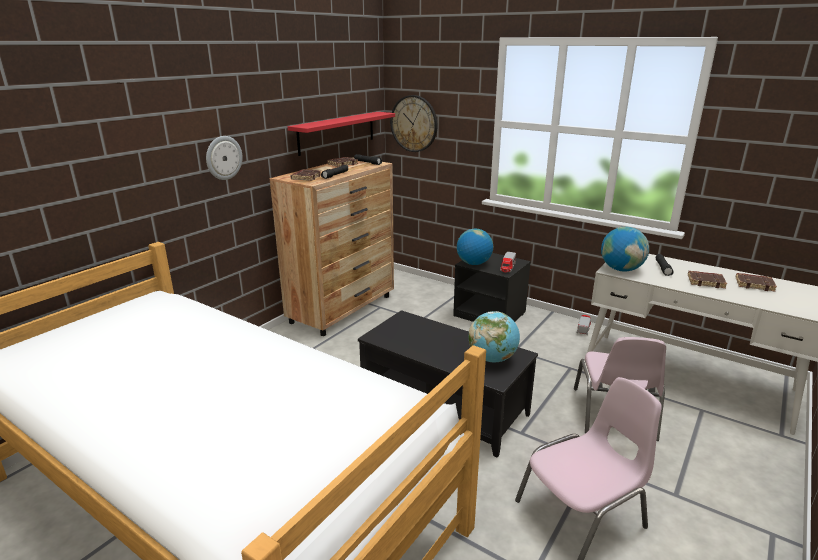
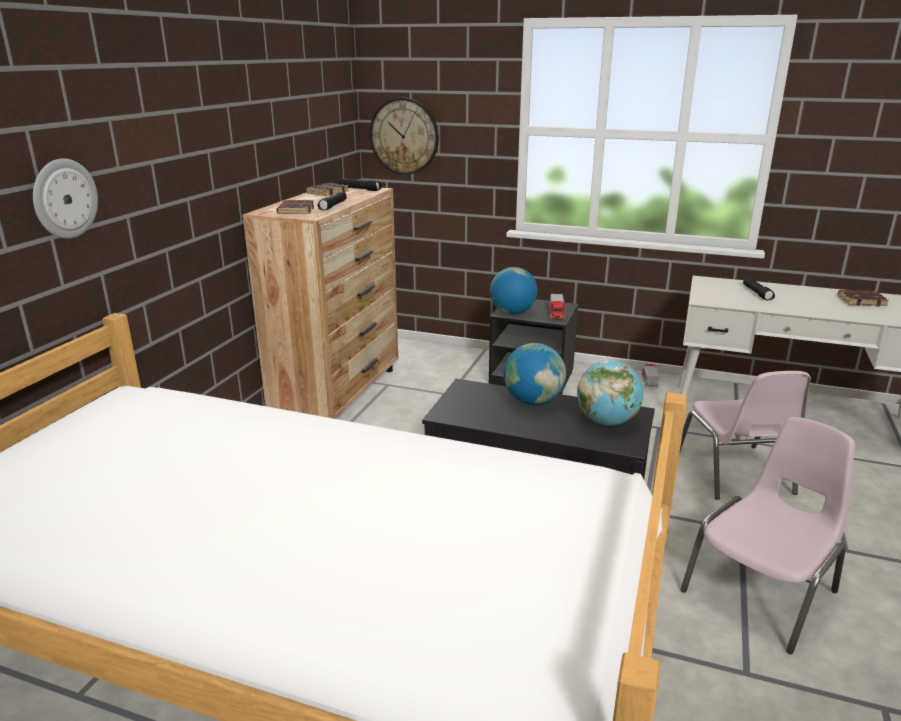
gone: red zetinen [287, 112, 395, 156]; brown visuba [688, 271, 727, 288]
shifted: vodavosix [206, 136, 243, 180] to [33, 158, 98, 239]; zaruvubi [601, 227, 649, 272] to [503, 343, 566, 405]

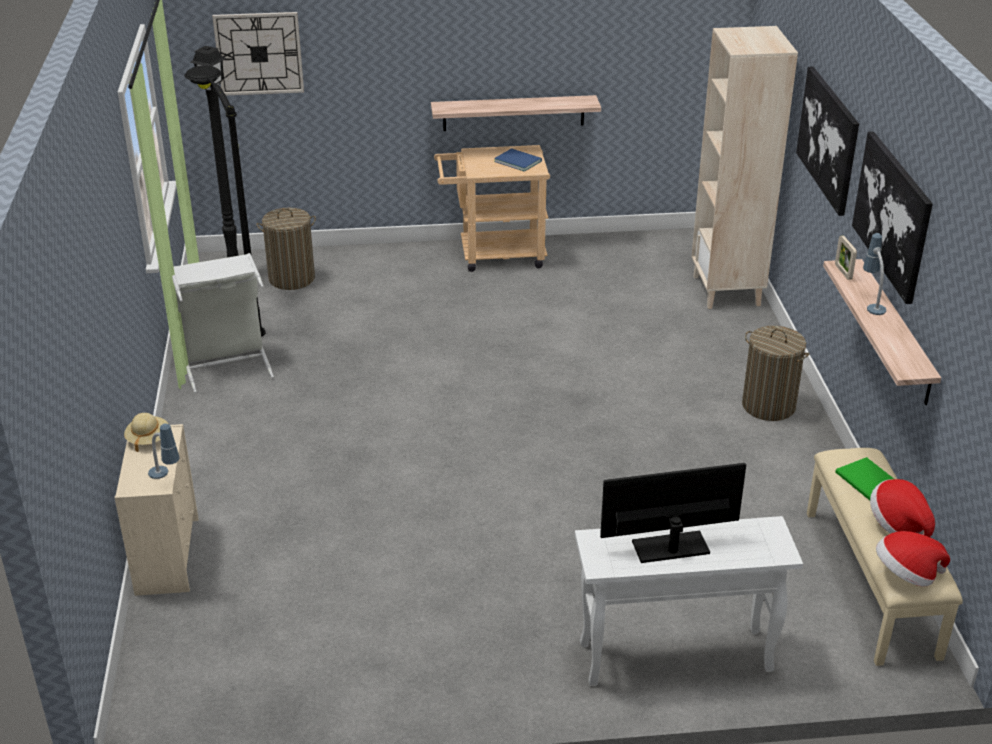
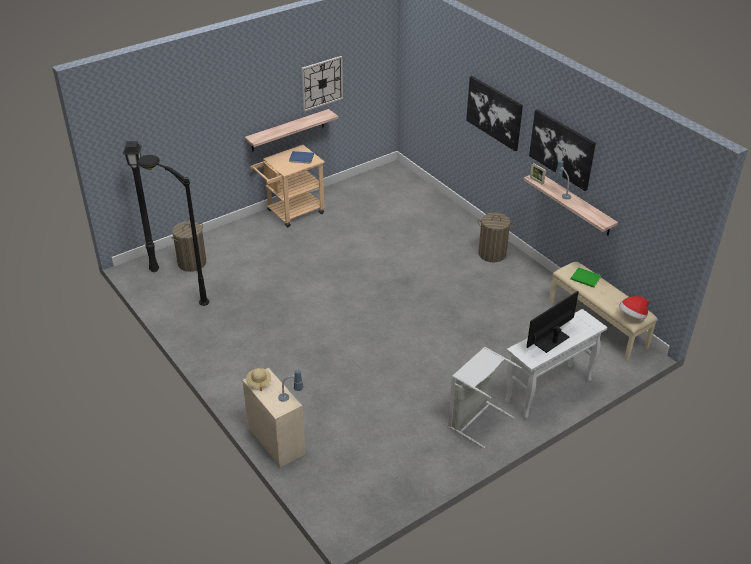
gone: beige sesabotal [691, 26, 798, 309]; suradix [870, 479, 935, 537]
shifted: vodavosix [212, 12, 304, 95] to [301, 56, 343, 112]; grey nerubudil [172, 253, 274, 393] to [448, 347, 522, 448]

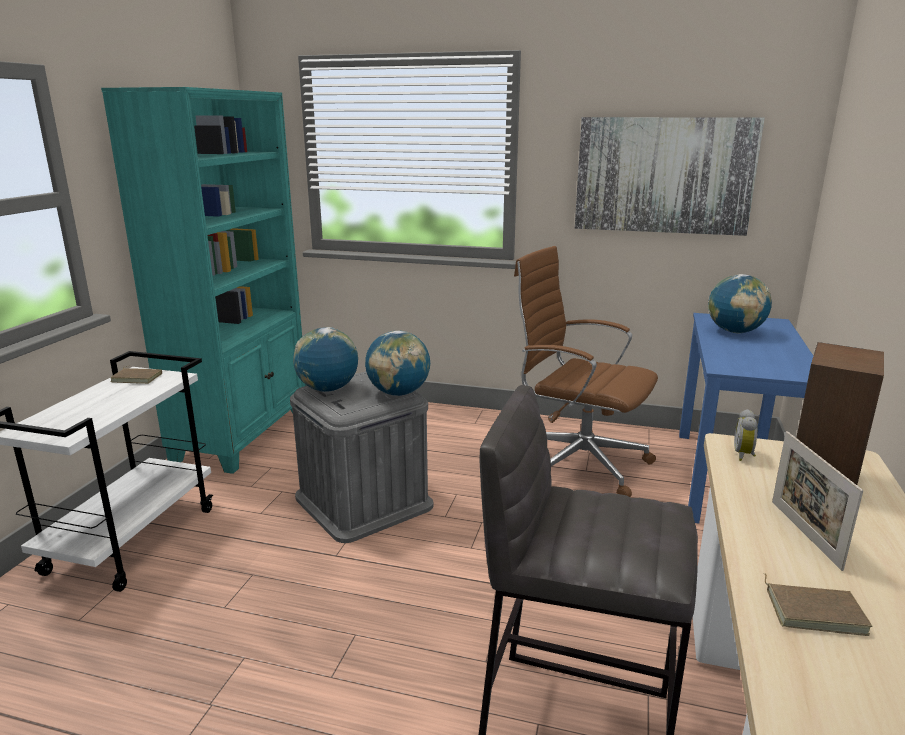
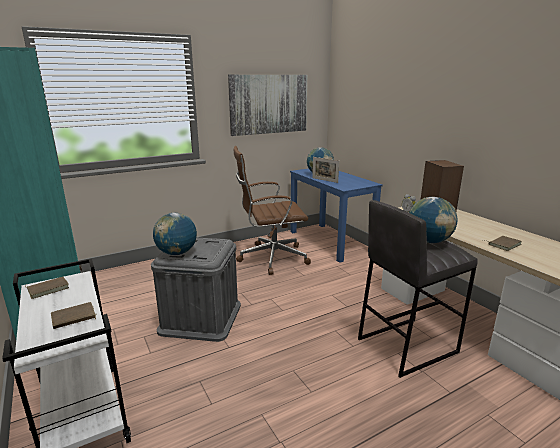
new: brown visuba [51, 302, 97, 329]
shifted: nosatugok [772, 431, 863, 571] to [312, 157, 339, 183]; zaruvubi [365, 331, 430, 396] to [409, 197, 458, 243]

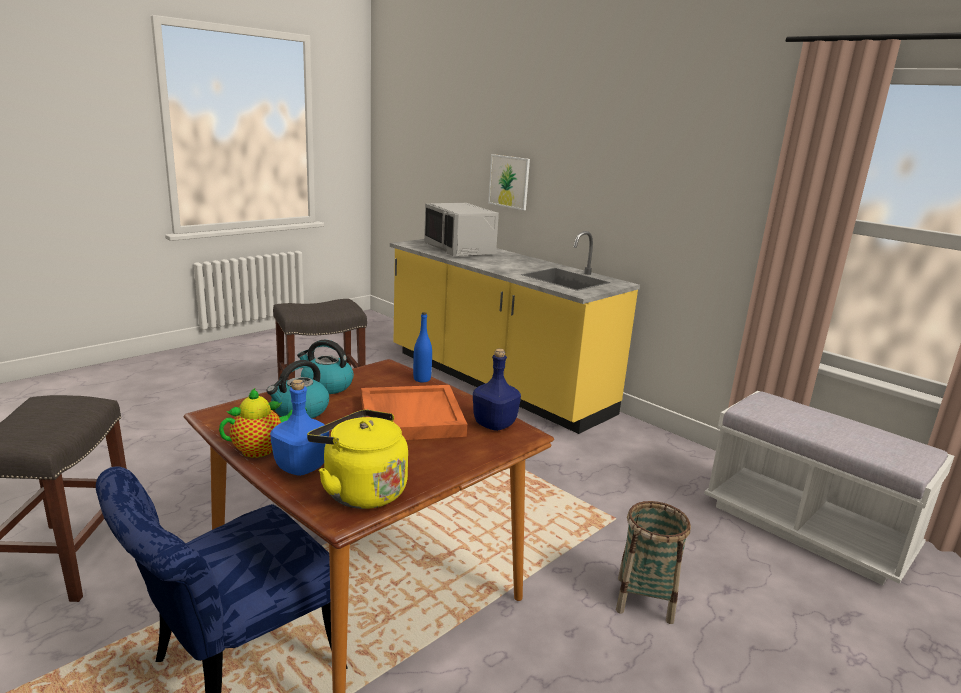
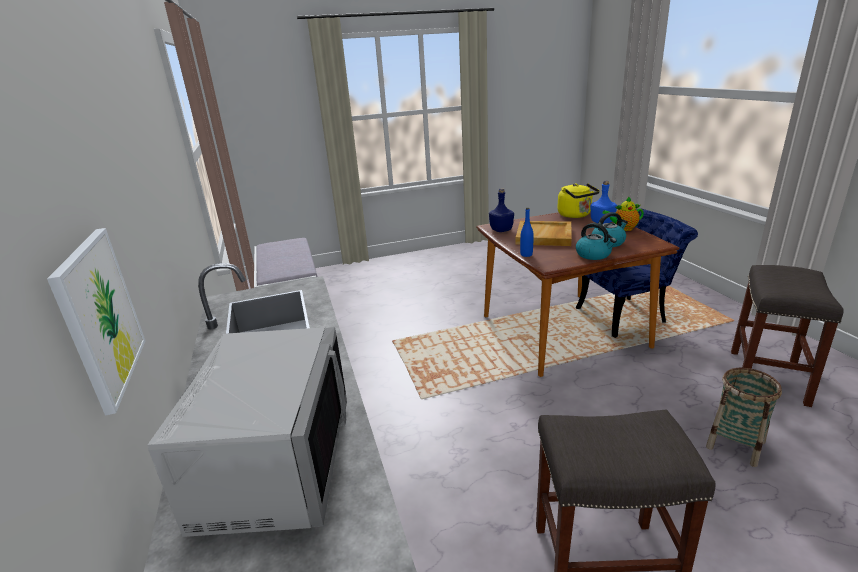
shifted: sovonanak [616, 501, 691, 624] to [706, 368, 782, 467]
repainted: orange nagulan [361, 385, 467, 440] to beige nagulan [515, 221, 572, 246]

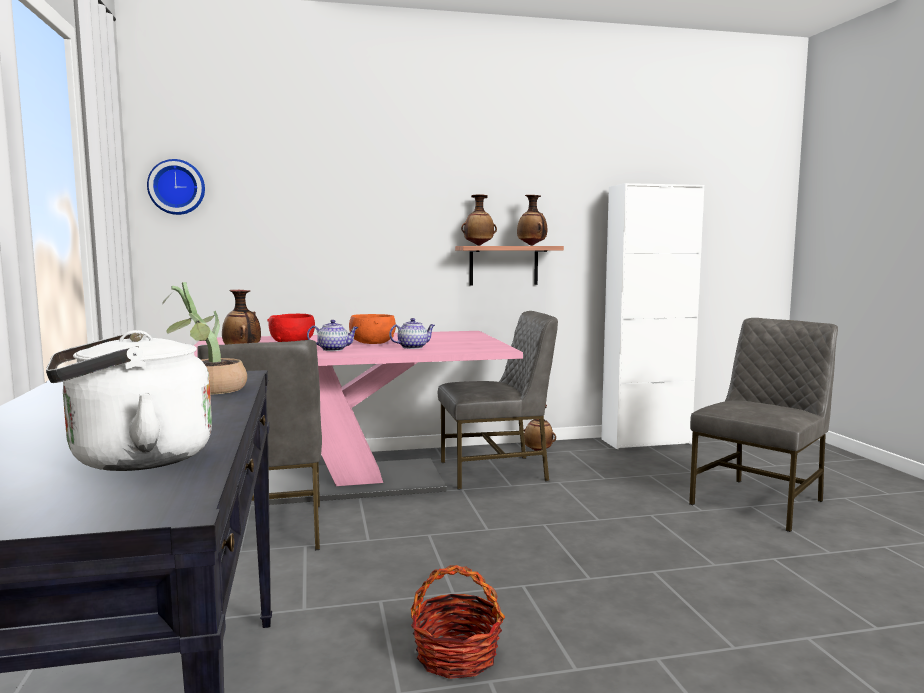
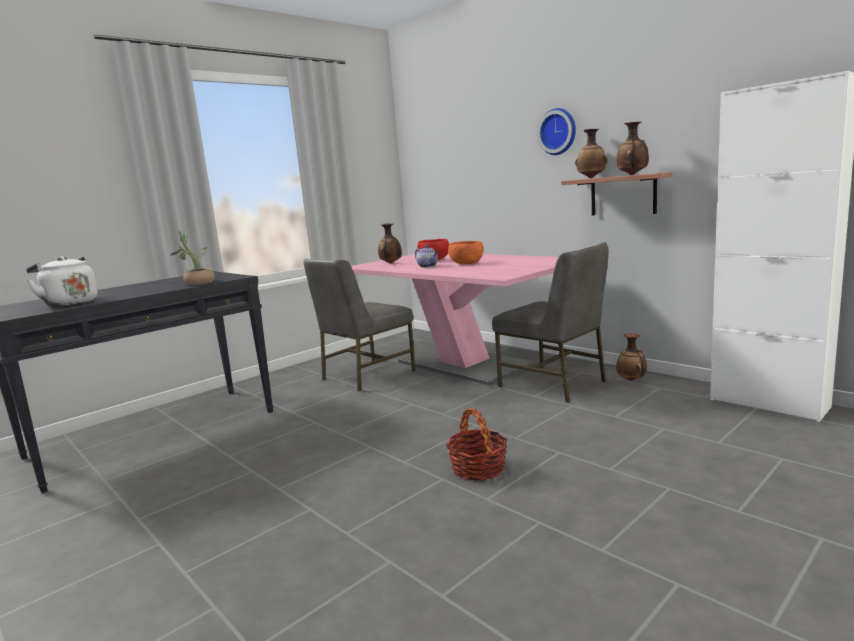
gone: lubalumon [389, 318, 435, 349]; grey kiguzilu [689, 318, 838, 532]
shifted: sovonanak [411, 565, 505, 679] to [446, 408, 507, 481]; vodavosix [147, 159, 205, 215] to [537, 108, 576, 155]

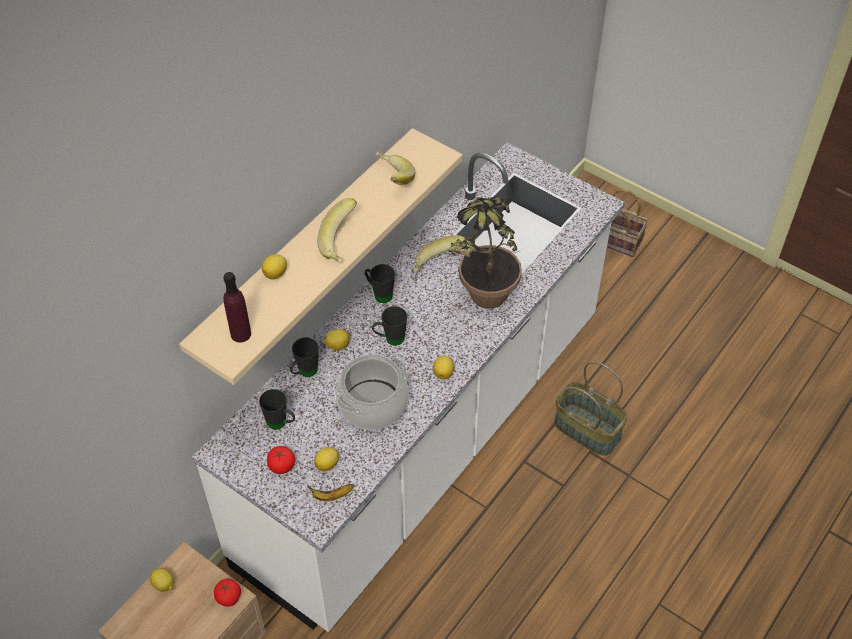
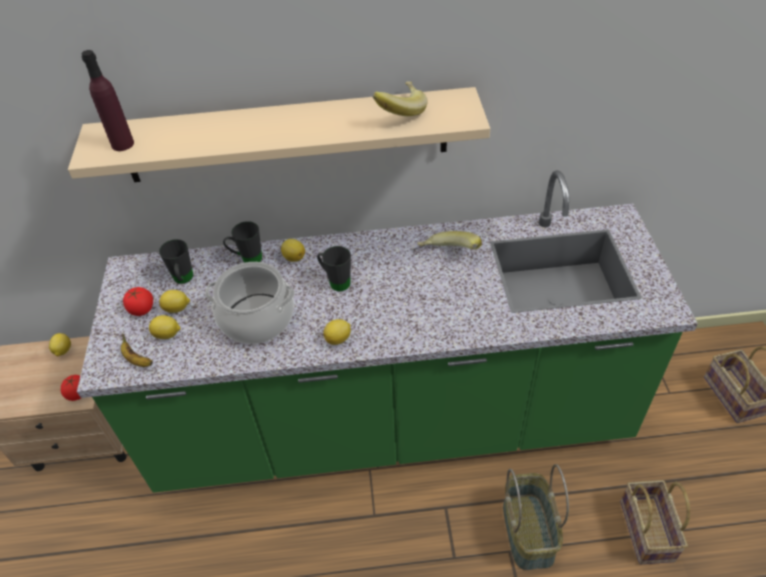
gone: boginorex [317, 198, 357, 263]; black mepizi [365, 264, 395, 303]; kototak [449, 196, 522, 309]
new: sovonanak [620, 480, 690, 564]
shifted: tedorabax [262, 254, 287, 279] to [159, 290, 190, 313]
repainted: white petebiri [192, 142, 625, 632] to green petebiri [77, 170, 698, 493]

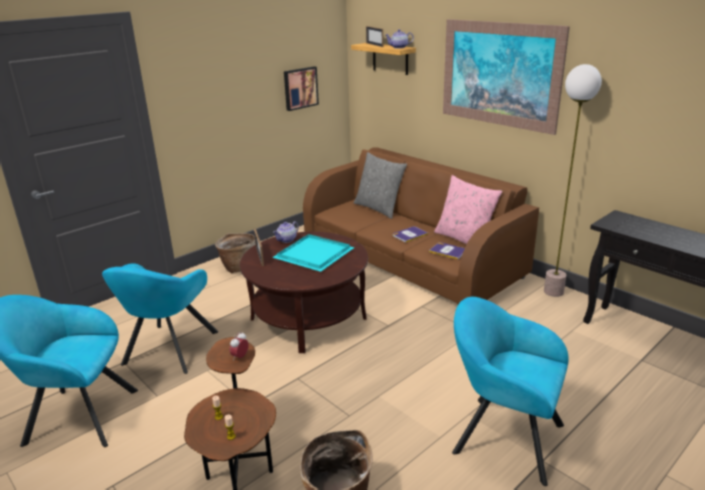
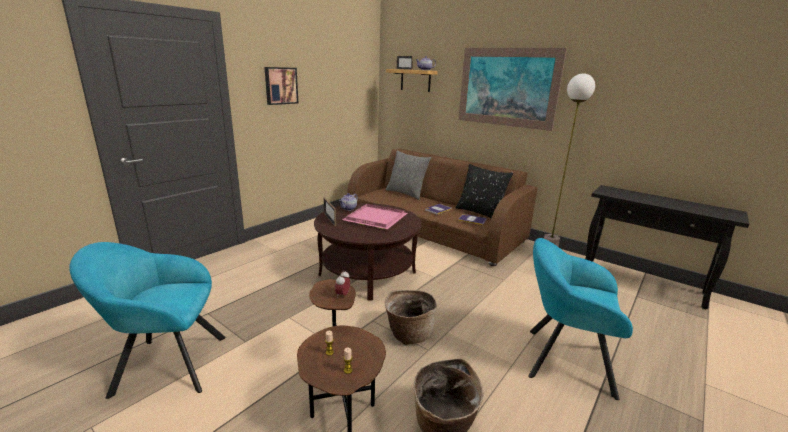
gone: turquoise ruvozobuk [102, 263, 218, 374]
shifted: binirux [284, 66, 319, 111] to [264, 67, 298, 105]; sovonanak [215, 233, 255, 274] to [385, 290, 437, 345]
repainted: turquoise nagulan [272, 234, 355, 272] to pink nagulan [342, 204, 407, 229]; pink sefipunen [434, 175, 502, 244] to black sefipunen [456, 164, 513, 218]

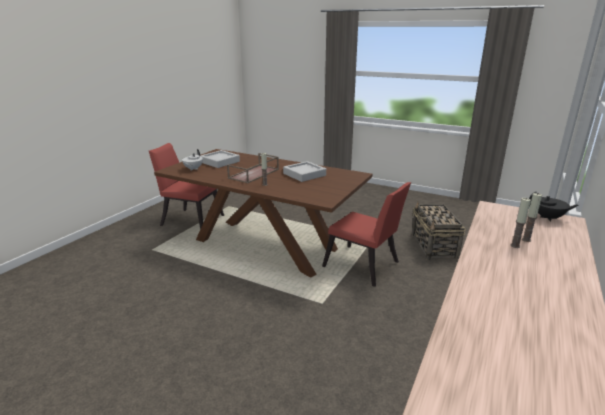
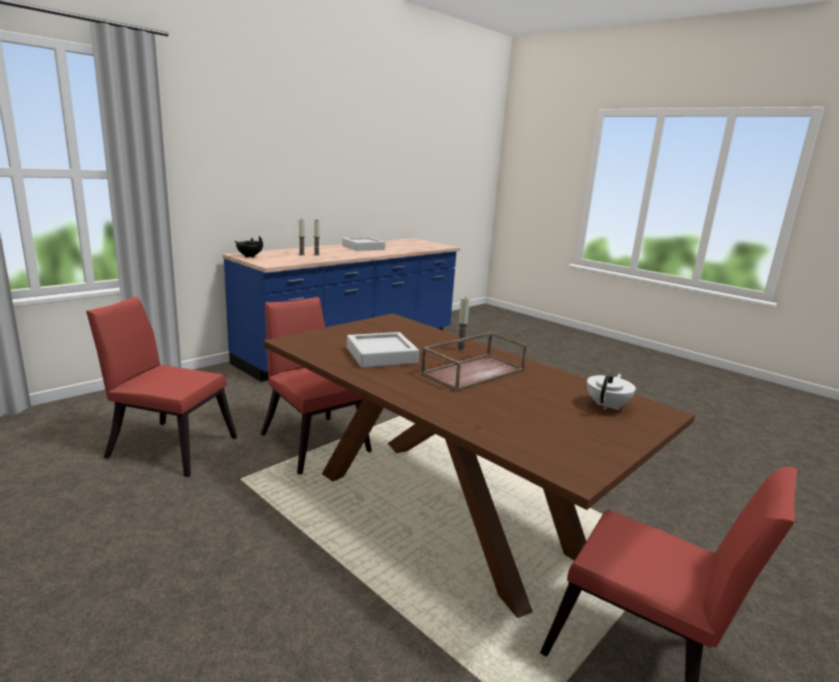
shifted: grey nagulan [200, 150, 240, 168] to [342, 237, 385, 251]
swapped: sovonanak [412, 202, 466, 260] to red kiguzilu [86, 297, 237, 477]

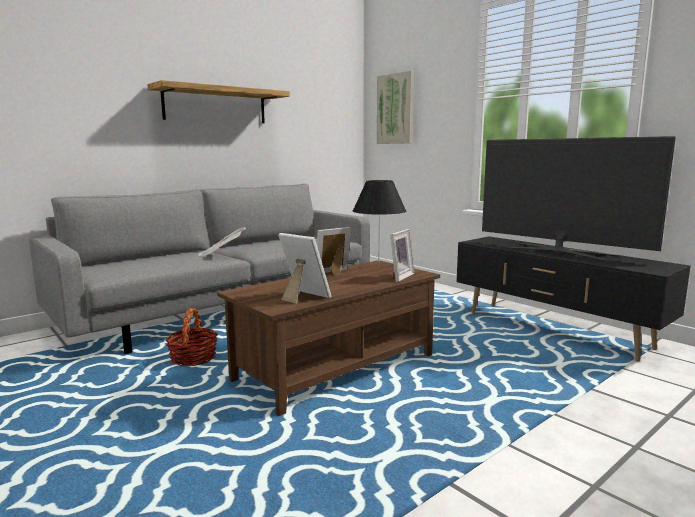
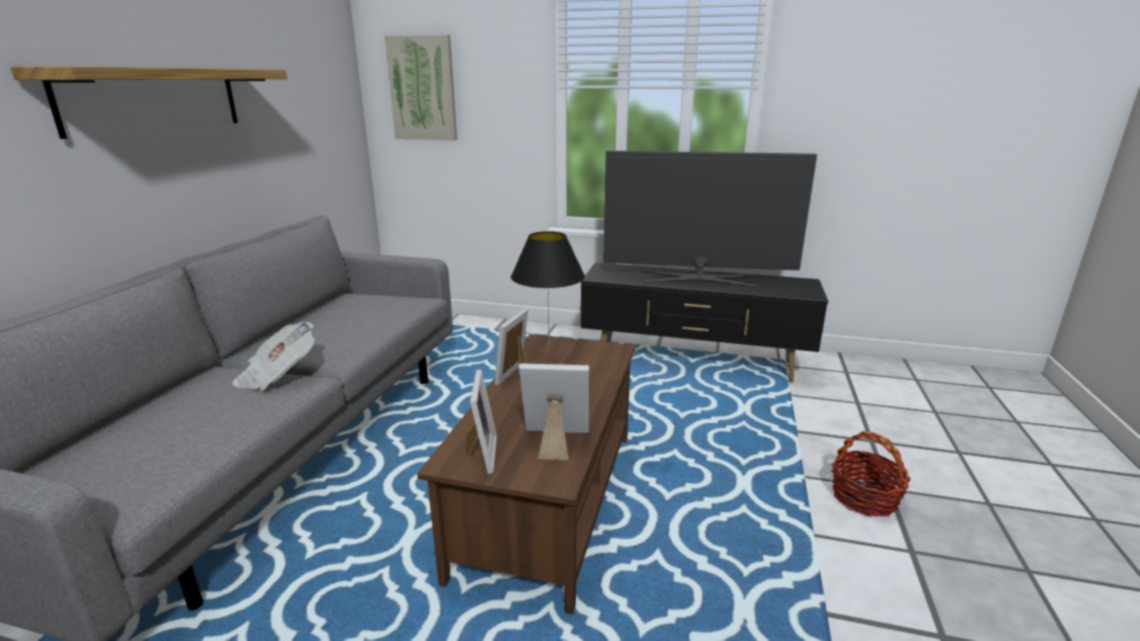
shifted: nosatugok [390, 229, 414, 282] to [466, 369, 497, 474]; sovonanak [165, 308, 218, 366] to [832, 431, 911, 517]

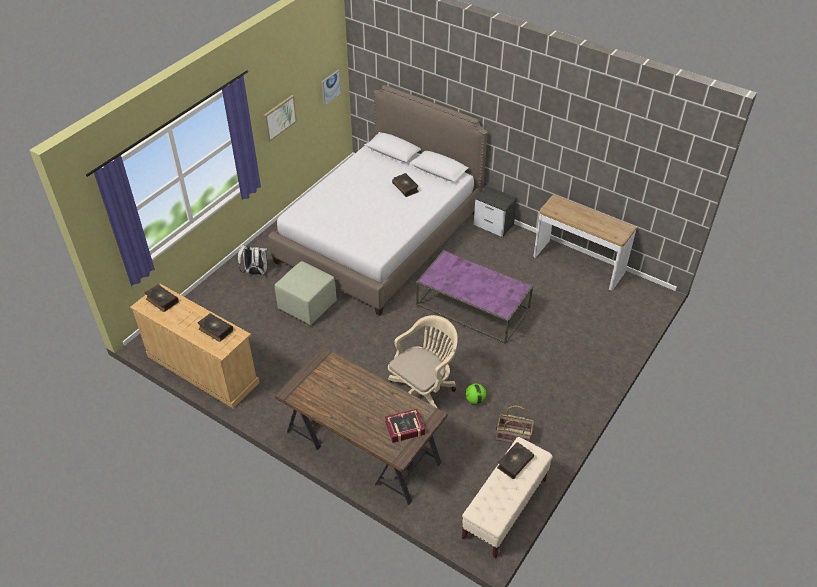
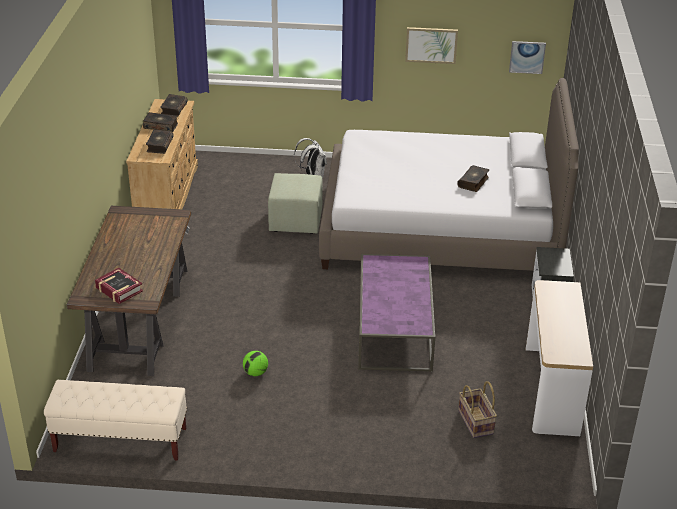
gone: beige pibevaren [388, 315, 458, 408]
shifted: visuba [497, 442, 534, 479] to [143, 112, 178, 132]; sovonanak [496, 405, 534, 443] to [458, 381, 497, 438]

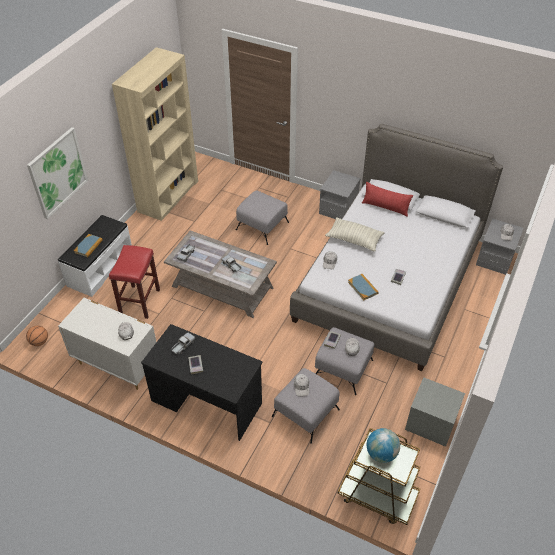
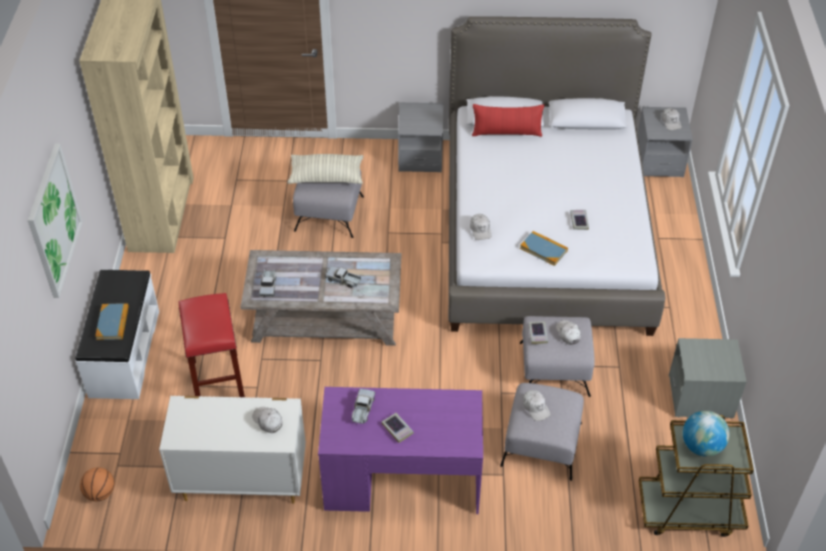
shifted: sefipunen [325, 217, 385, 252] to [287, 154, 363, 184]
repainted: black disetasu [141, 324, 263, 441] to purple disetasu [318, 387, 483, 514]

